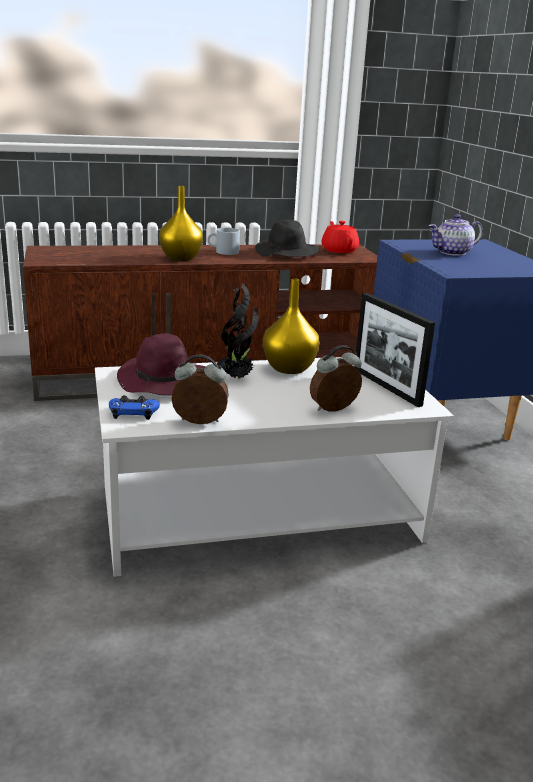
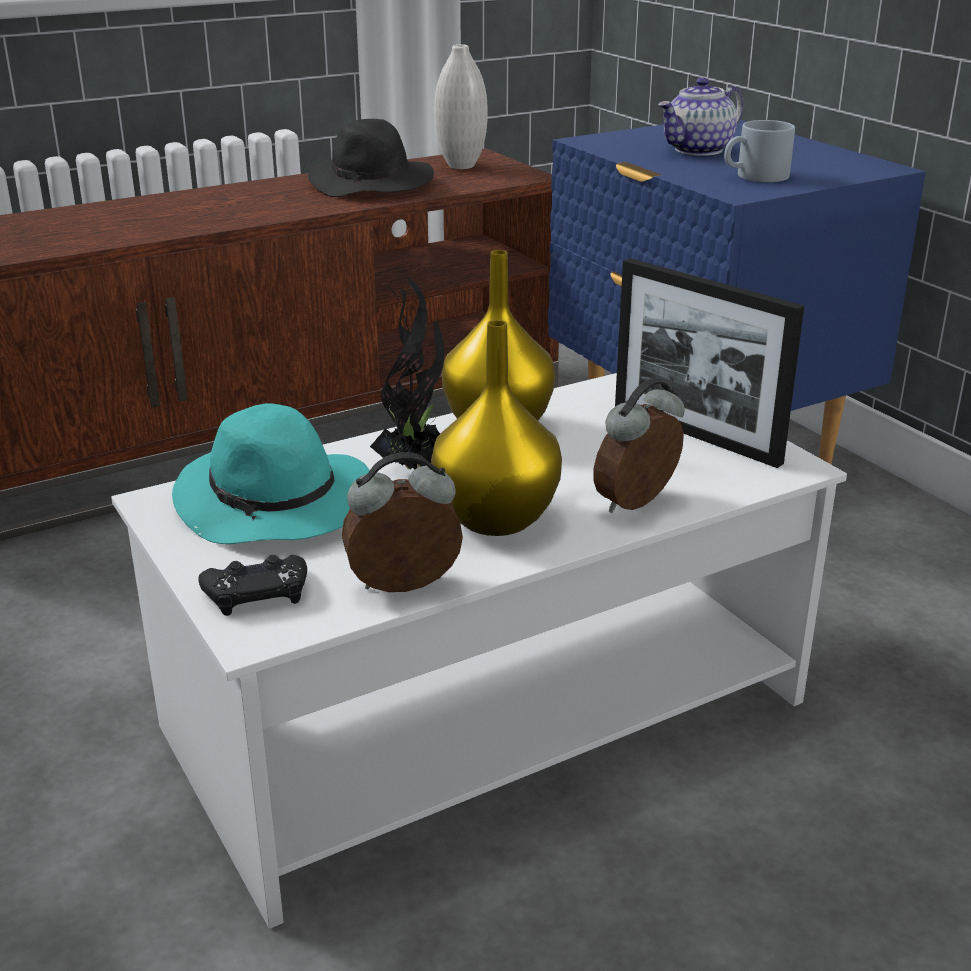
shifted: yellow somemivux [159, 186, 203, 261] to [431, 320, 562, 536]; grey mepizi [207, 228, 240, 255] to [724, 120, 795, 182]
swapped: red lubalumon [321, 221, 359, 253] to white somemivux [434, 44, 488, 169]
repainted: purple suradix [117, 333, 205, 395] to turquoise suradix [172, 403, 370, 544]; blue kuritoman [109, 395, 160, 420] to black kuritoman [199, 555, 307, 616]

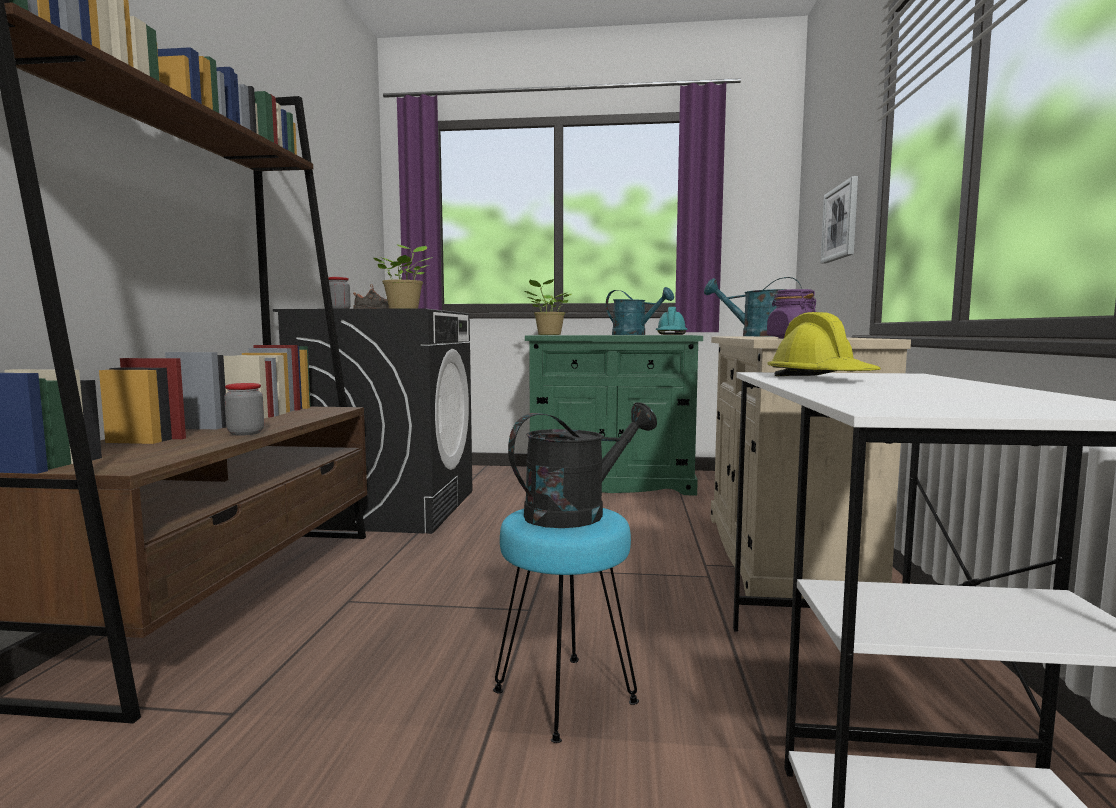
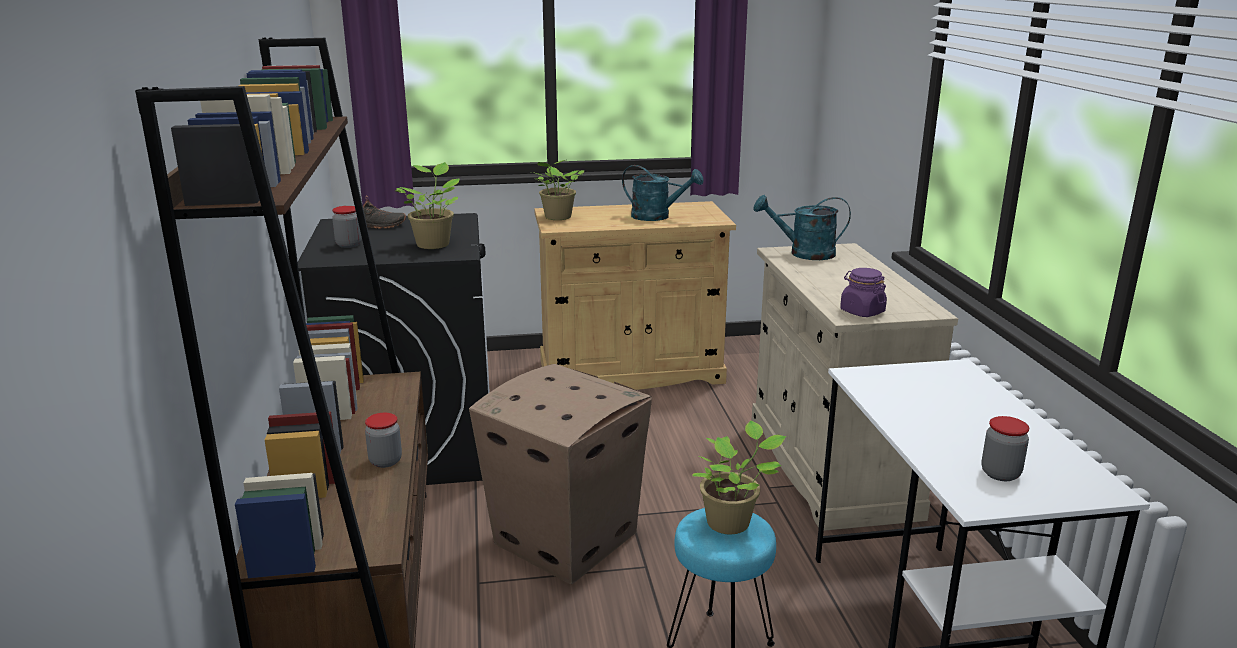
gone: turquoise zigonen [656, 307, 688, 335]; yellow zigonen [767, 312, 881, 376]; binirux [821, 176, 858, 264]
new: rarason [469, 364, 652, 584]; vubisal [981, 416, 1029, 481]
swapped: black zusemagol [508, 402, 657, 528] to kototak [693, 420, 786, 534]
repainted: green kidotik [525, 335, 703, 496] to beige kidotik [534, 201, 736, 390]

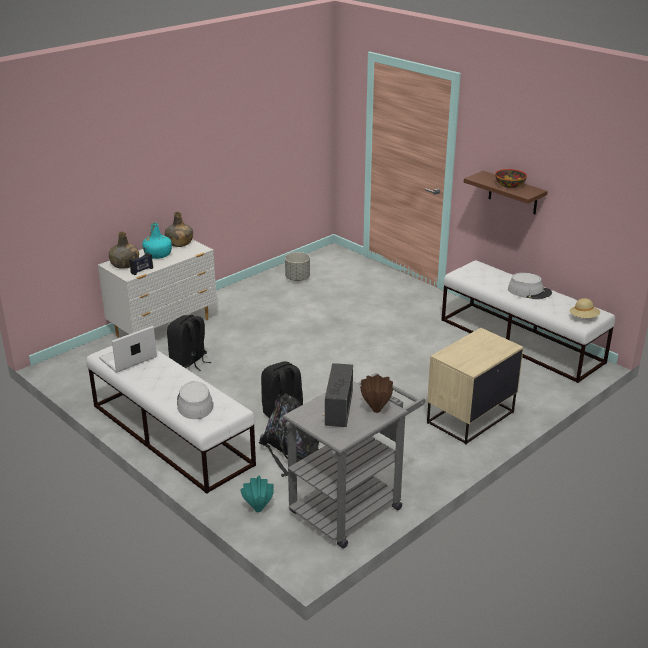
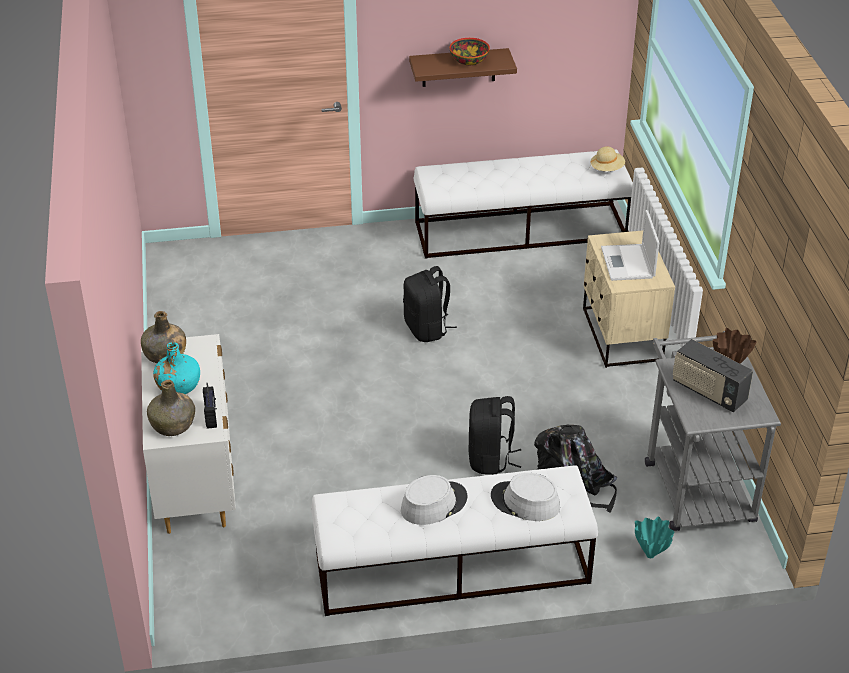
gone: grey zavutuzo [285, 252, 310, 281]
shifted: grey suradix [508, 273, 552, 299] to [401, 475, 467, 525]; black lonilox [167, 315, 212, 371] to [403, 266, 457, 342]; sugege [99, 326, 157, 373] to [601, 210, 659, 281]

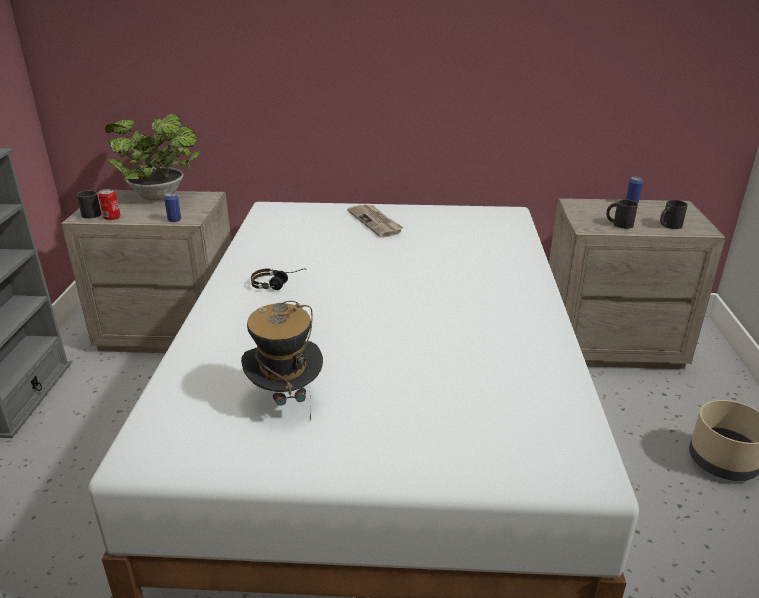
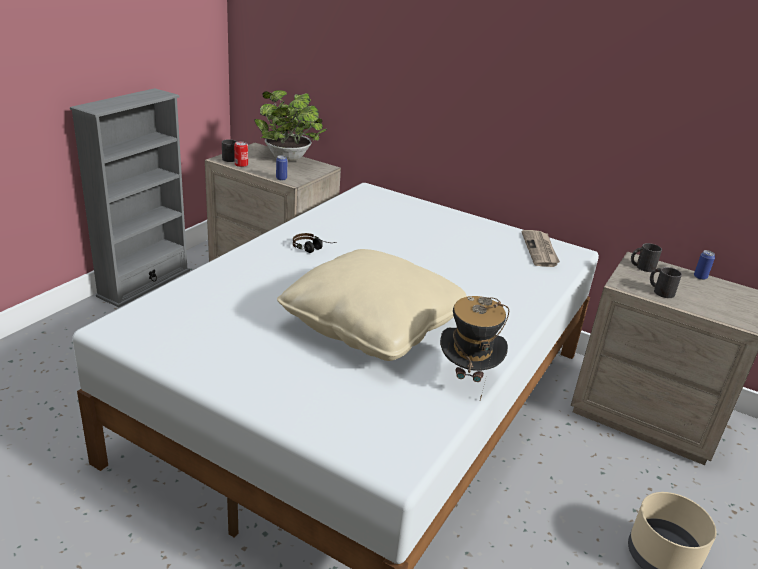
new: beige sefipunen [277, 249, 467, 361]
shifted: suradix [241, 301, 323, 421] to [440, 296, 509, 400]; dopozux [347, 204, 404, 238] to [522, 230, 560, 267]; black mepizi [660, 200, 688, 229] to [631, 243, 662, 272]

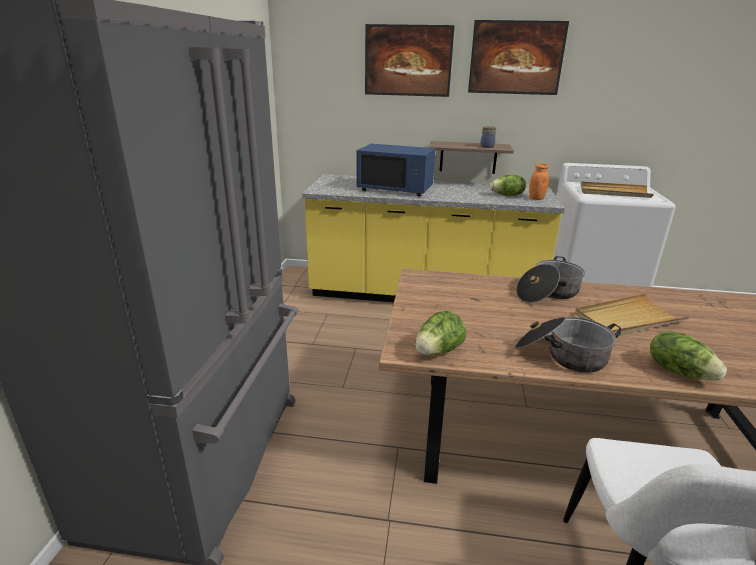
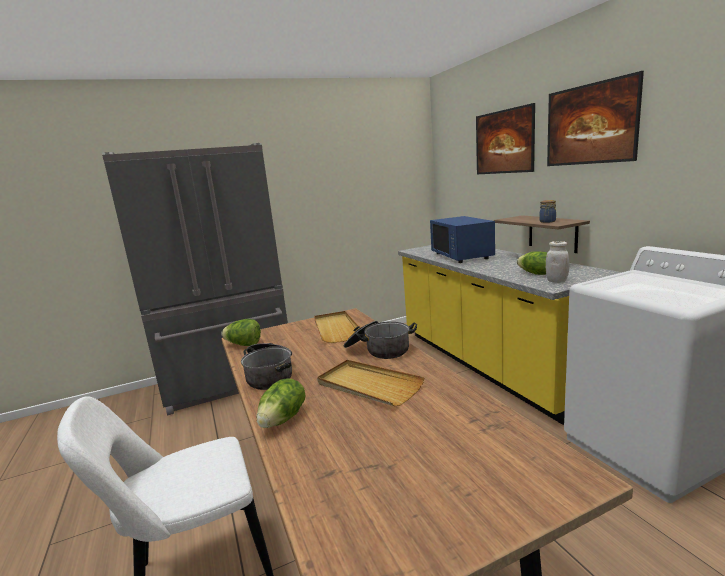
shifted: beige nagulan [580, 181, 654, 198] to [314, 311, 358, 343]
repainted: orange vubisal [529, 164, 549, 200] to white vubisal [546, 241, 569, 283]

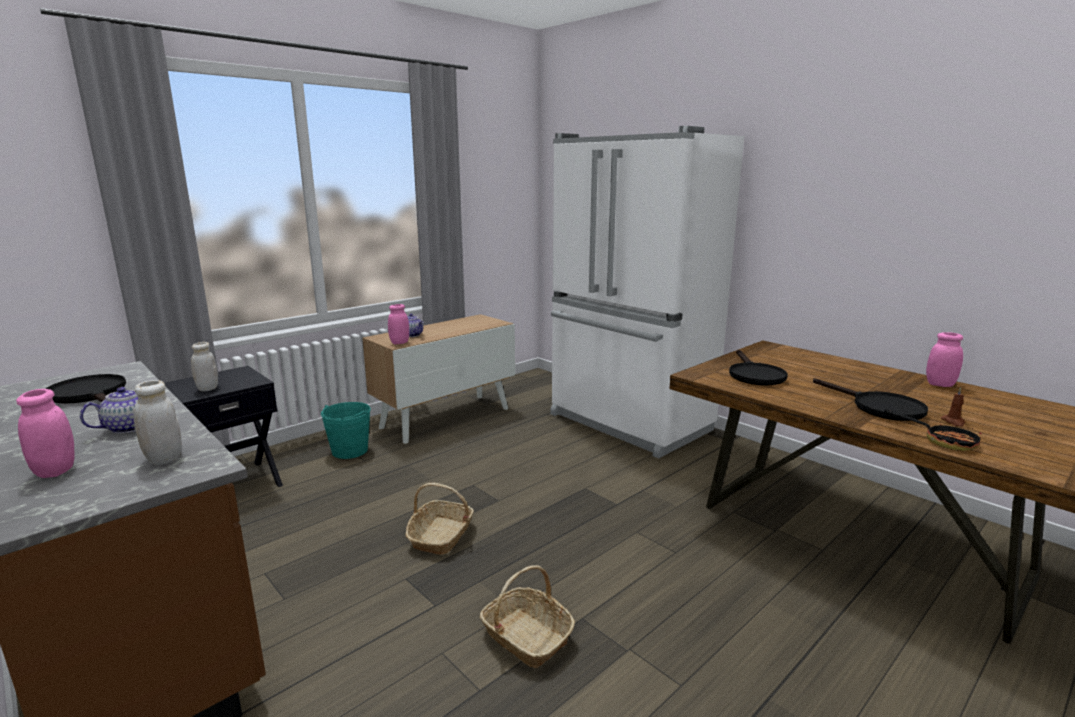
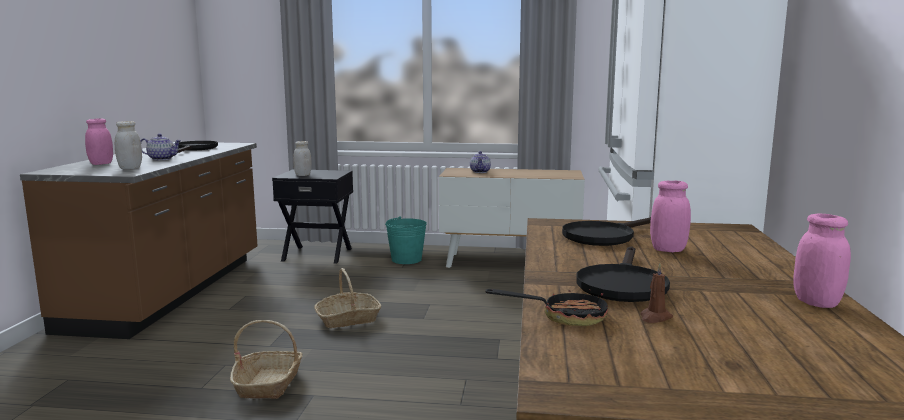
shifted: pink vubisal [388, 304, 409, 344] to [650, 181, 691, 252]
rotated: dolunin [884, 409, 981, 451] = [485, 289, 608, 326] 90 degrees counterclockwise

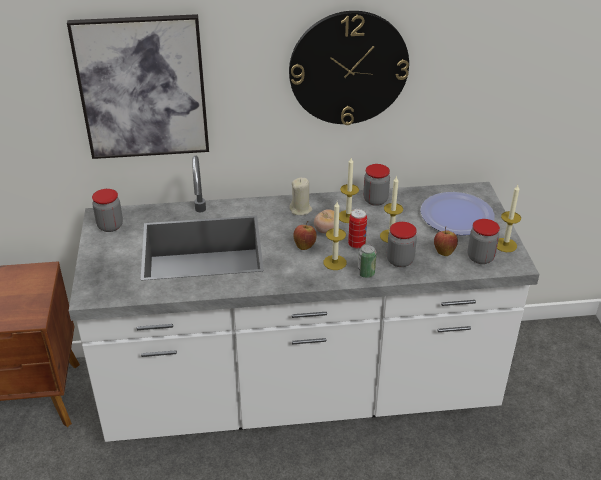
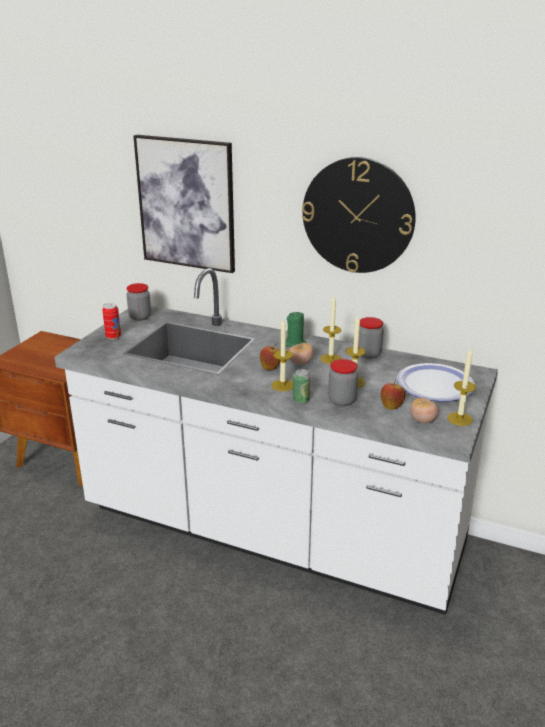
shifted: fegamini [348, 209, 367, 249] to [102, 303, 121, 340]
swapped: vubisal [468, 219, 500, 264] to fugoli [410, 398, 439, 423]
repainted: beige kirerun [289, 178, 312, 215] to green kirerun [286, 312, 307, 347]

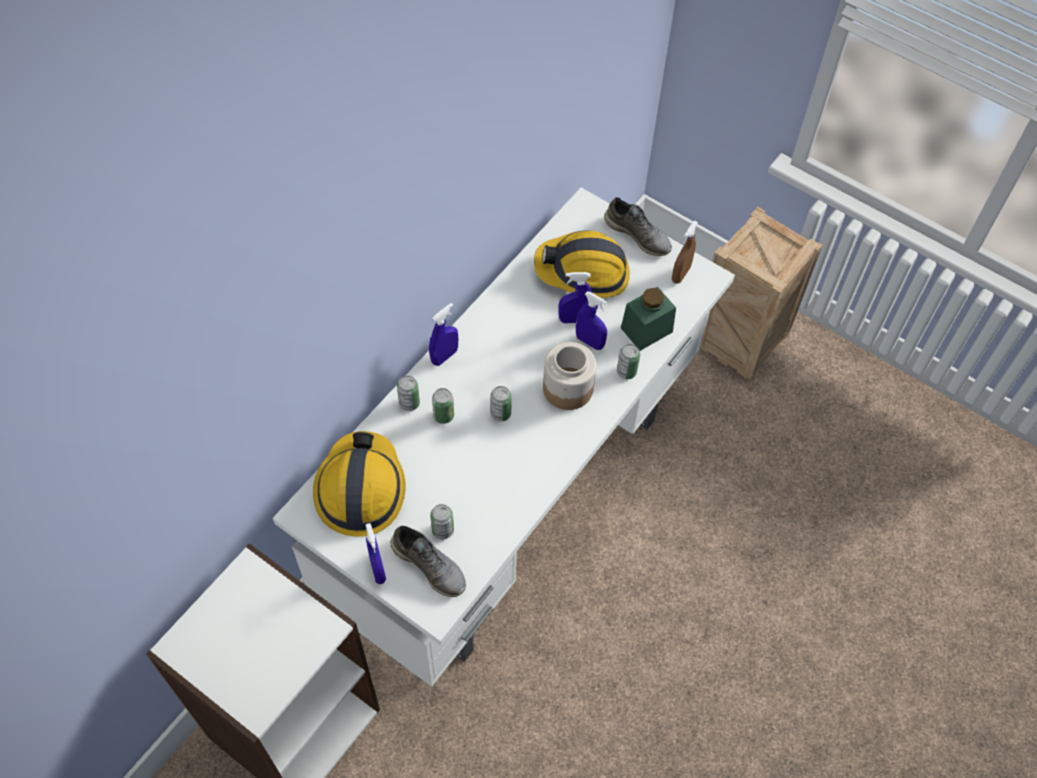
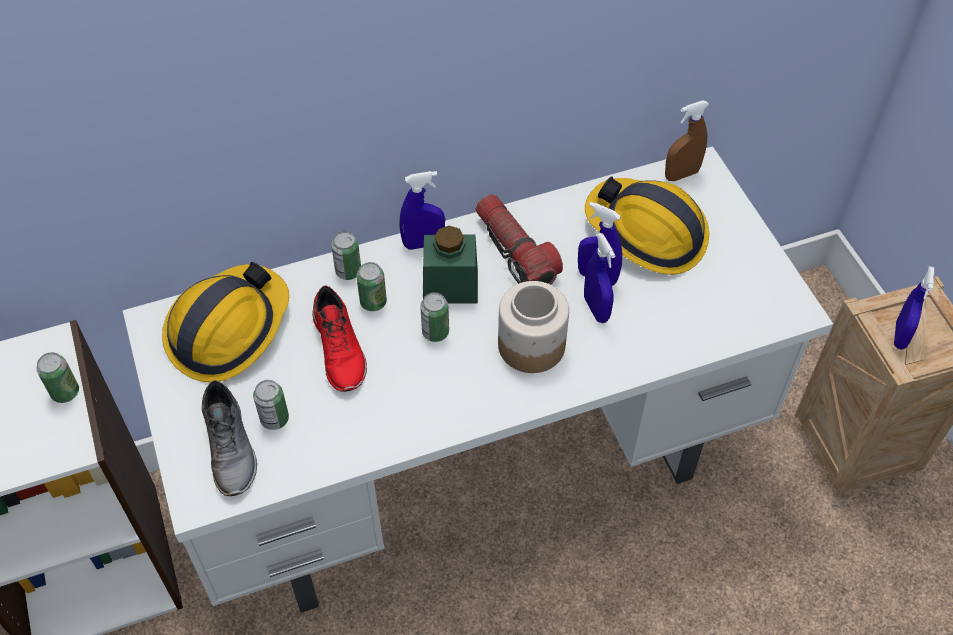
gone: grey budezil [604, 197, 672, 256]
new: red budezil [312, 285, 367, 392]; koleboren [476, 194, 563, 285]
shifted: fegamini [617, 344, 640, 379] to [37, 352, 79, 403]; green vubisal [621, 287, 676, 351] to [423, 226, 478, 304]; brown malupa [672, 221, 698, 284] to [665, 100, 709, 181]; blue malupa [366, 523, 386, 584] to [894, 266, 935, 349]

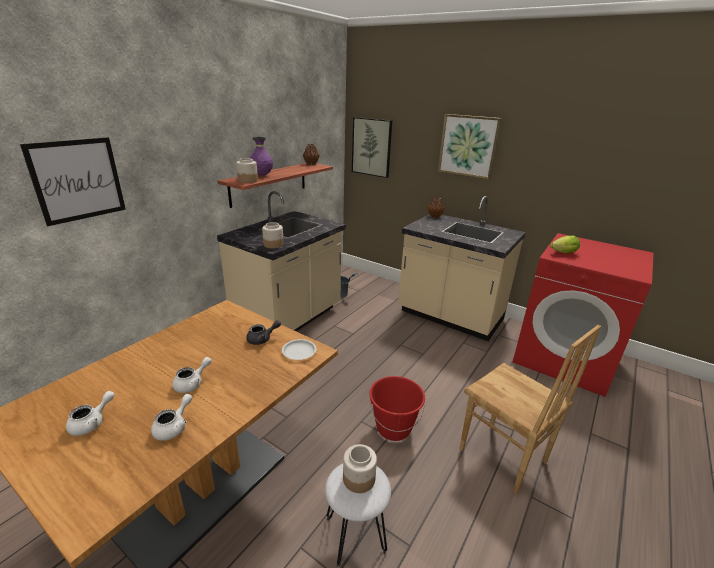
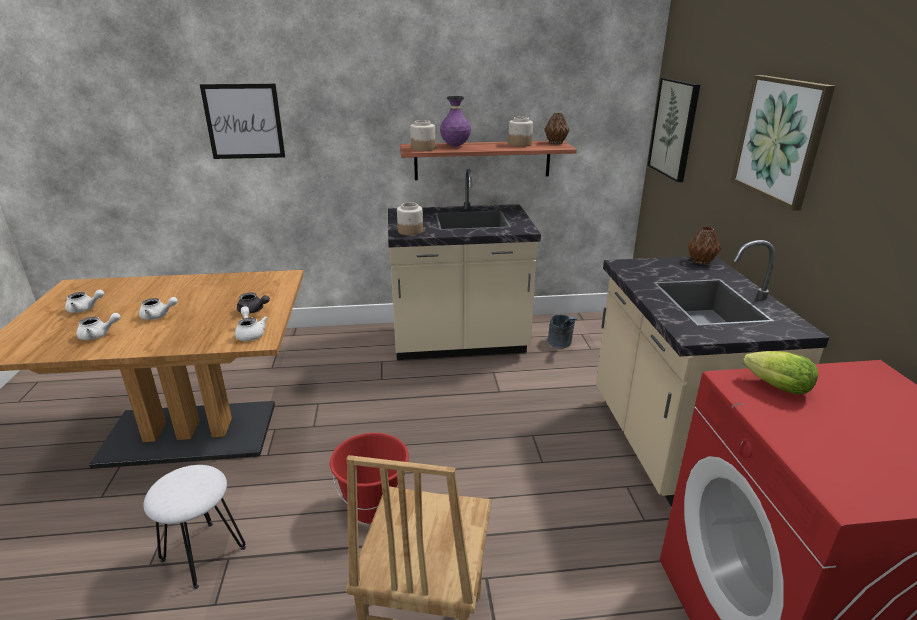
shifted: vubisal [343, 444, 377, 493] to [508, 117, 533, 147]
swapped: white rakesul [282, 339, 316, 360] to white lubalumon [235, 306, 268, 341]

